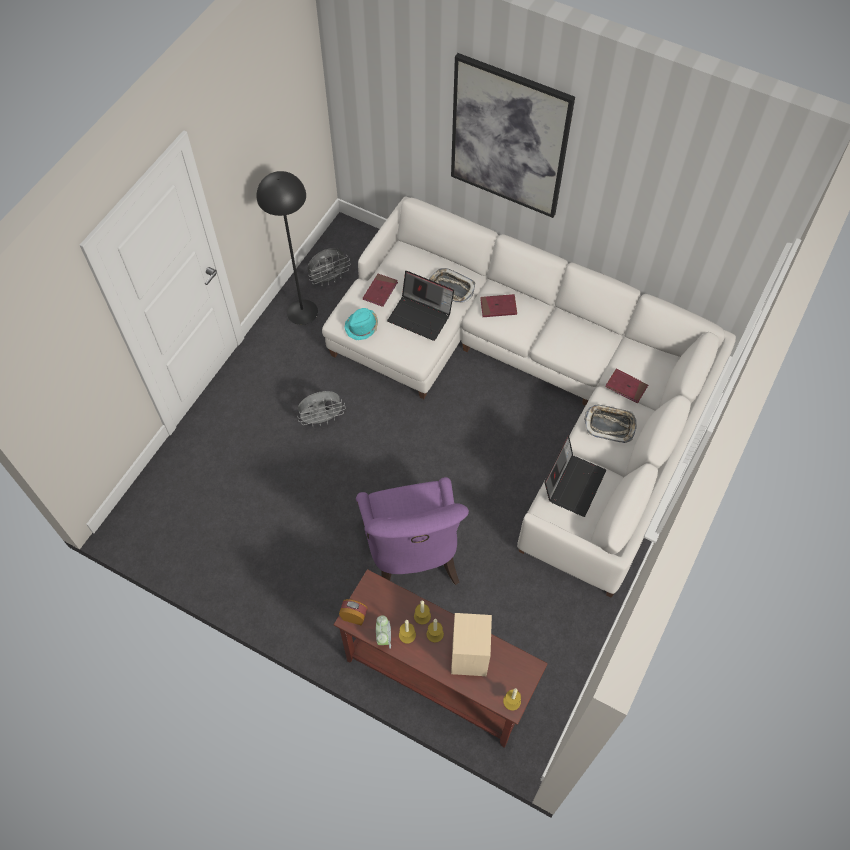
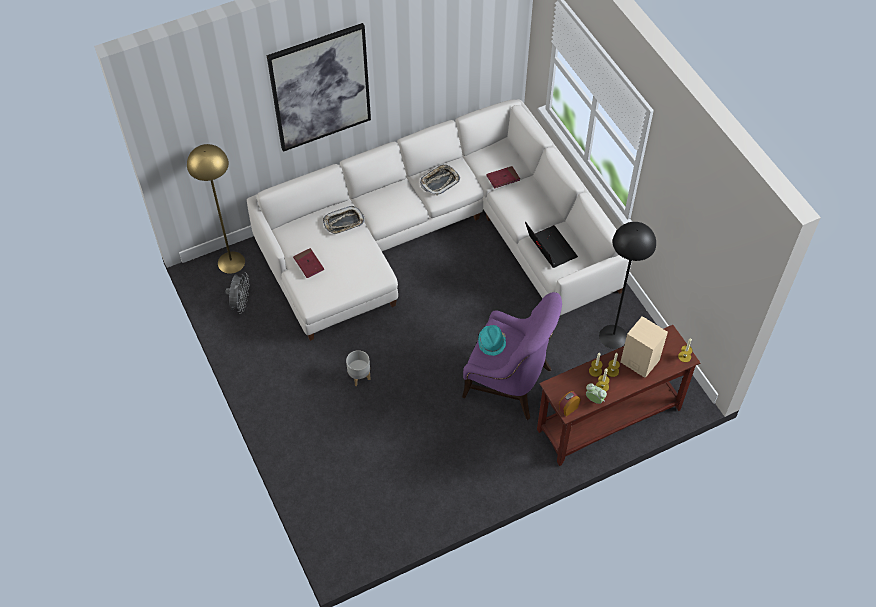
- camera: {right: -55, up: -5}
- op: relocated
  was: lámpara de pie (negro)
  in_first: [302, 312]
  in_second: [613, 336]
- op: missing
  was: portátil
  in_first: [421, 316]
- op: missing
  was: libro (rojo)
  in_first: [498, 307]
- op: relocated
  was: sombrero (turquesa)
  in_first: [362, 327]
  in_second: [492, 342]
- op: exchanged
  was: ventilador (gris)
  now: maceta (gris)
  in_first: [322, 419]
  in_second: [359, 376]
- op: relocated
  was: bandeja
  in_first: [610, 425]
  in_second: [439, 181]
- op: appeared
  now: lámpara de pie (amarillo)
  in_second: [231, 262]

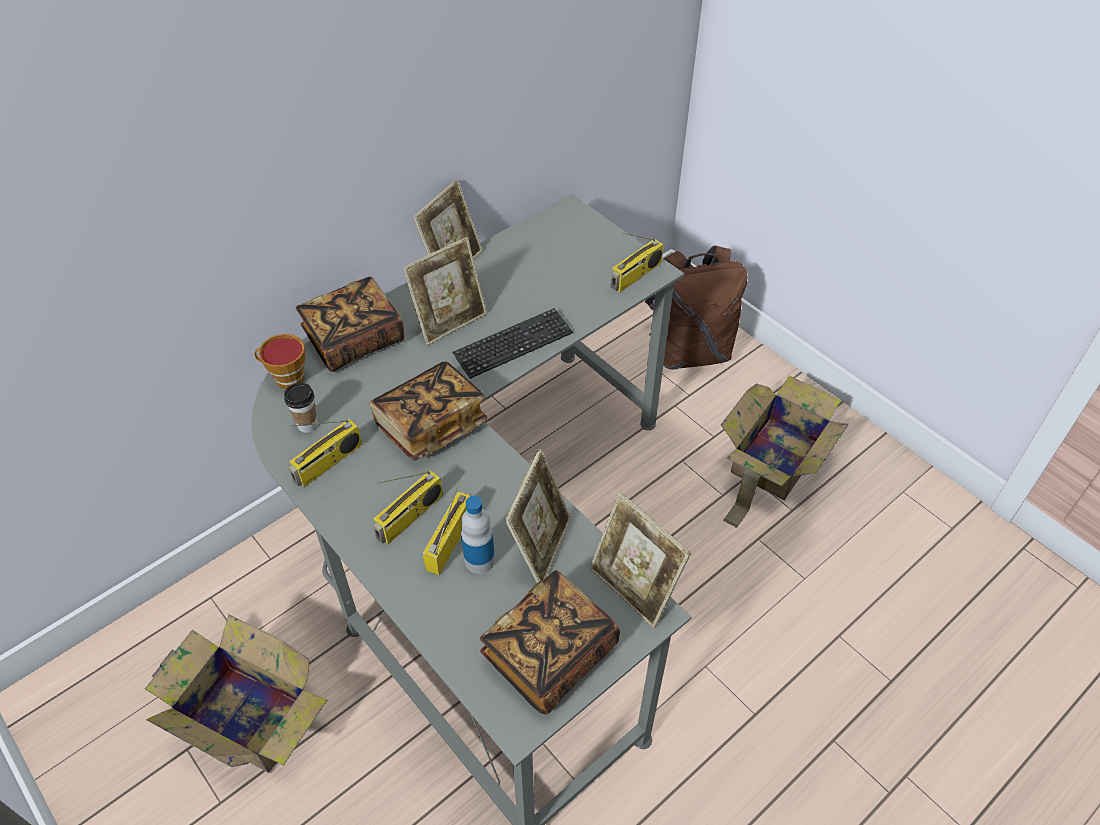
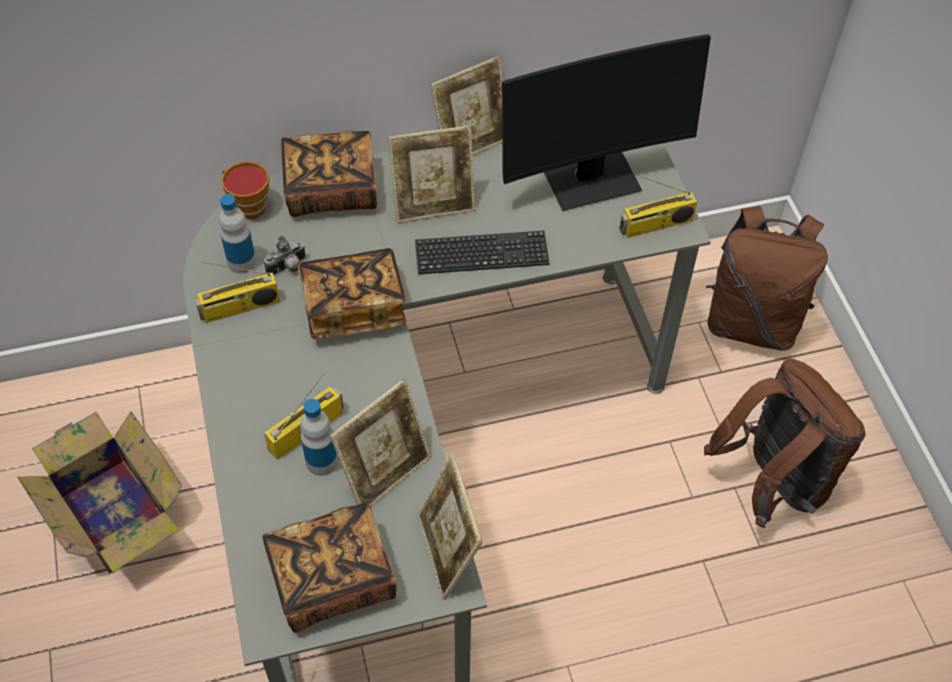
- camera: {right: 25, up: 5}
- op: exchanged
  was: caja de cartón
  now: mochila (marrón)
  in_first: [773, 461]
  in_second: [771, 483]
- op: exchanged
  was: taza
  now: botella
  in_first: [307, 425]
  in_second: [241, 262]
- op: missing
  was: radio
  in_first: [410, 517]
- op: appeared
  now: monitor
  in_second: [590, 178]
- op: appeared
  now: cámara
  in_second: [288, 268]

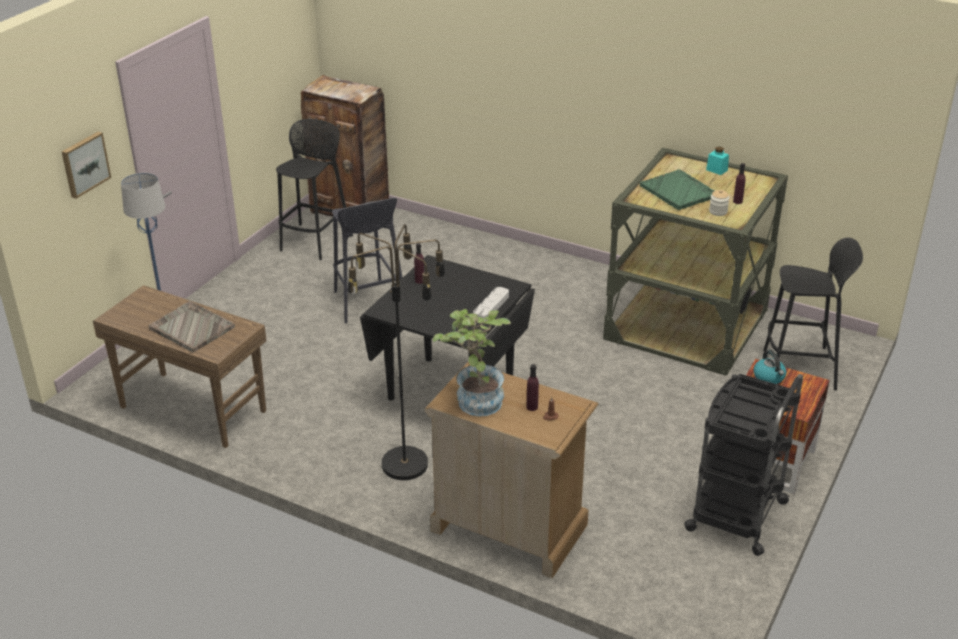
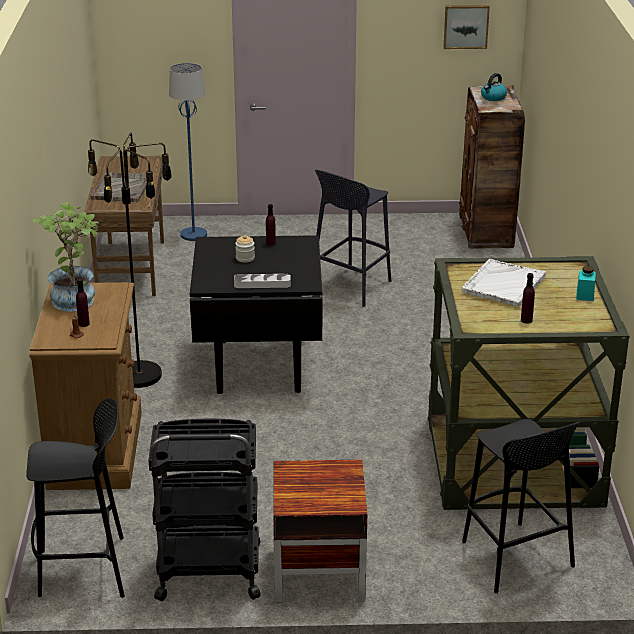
- camera: {right: 60, up: -5}
- op: relocated
  was: taburete (negro)
  in_first: [314, 241]
  in_second: [85, 570]
- op: relocated
  was: cuadro
  in_first: [84, 164]
  in_second: [466, 26]
- op: colour
  was: bandeja (verde)
  now: bandeja (blanco)
  in_first: [678, 191]
  in_second: [503, 284]
- op: relocated
  was: tarro
  in_first: [718, 211]
  in_second: [245, 258]
- op: relocated
  was: hervidor
  in_first: [769, 377]
  in_second: [493, 97]

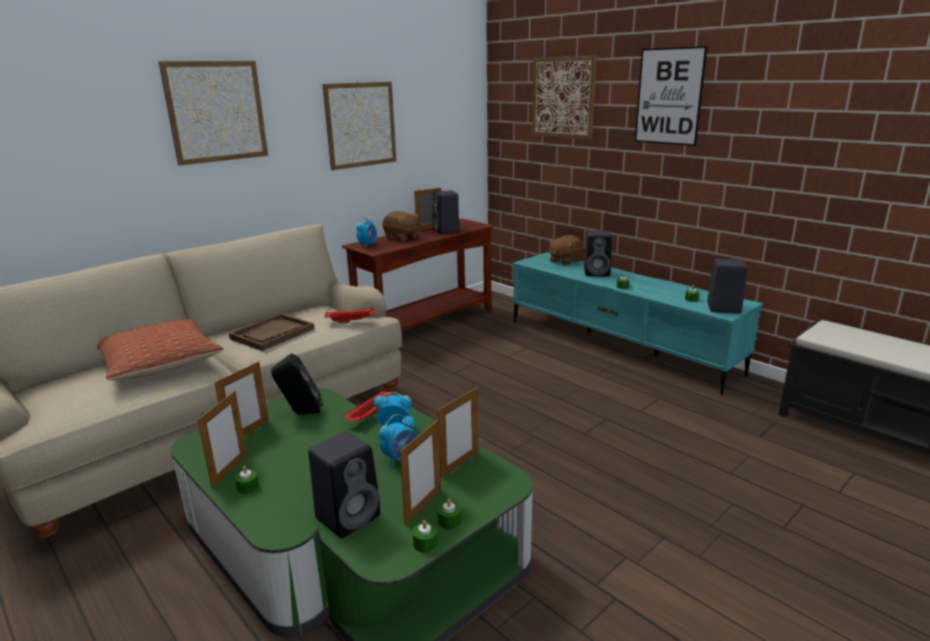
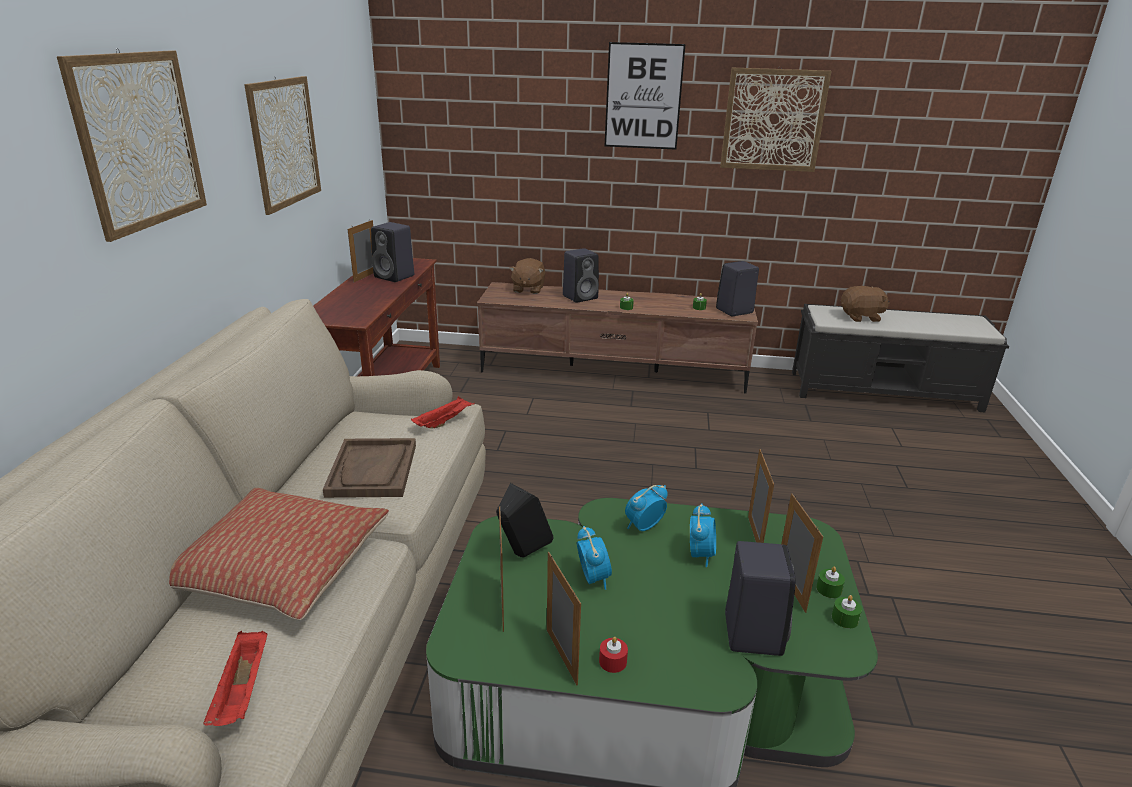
- camera: {right: -40, up: 5}
- op: relocated
  was: cuadro
  in_first: [563, 96]
  in_second: [773, 119]
- op: relocated
  was: peluche (marrón)
  in_first: [401, 238]
  in_second: [861, 317]
- op: relocated
  was: despertador
  in_first: [368, 245]
  in_second: [593, 578]
- op: colour
  was: mueble de televisión (turquesa)
  now: mueble de televisión (marrón)
  in_first: [620, 345]
  in_second: [613, 370]
- op: relocated
  was: bandeja (rojo)
  in_first: [370, 415]
  in_second: [243, 691]
- op: colour
  was: vela (verde)
  now: vela (rojo)
  in_first: [248, 487]
  in_second: [612, 661]

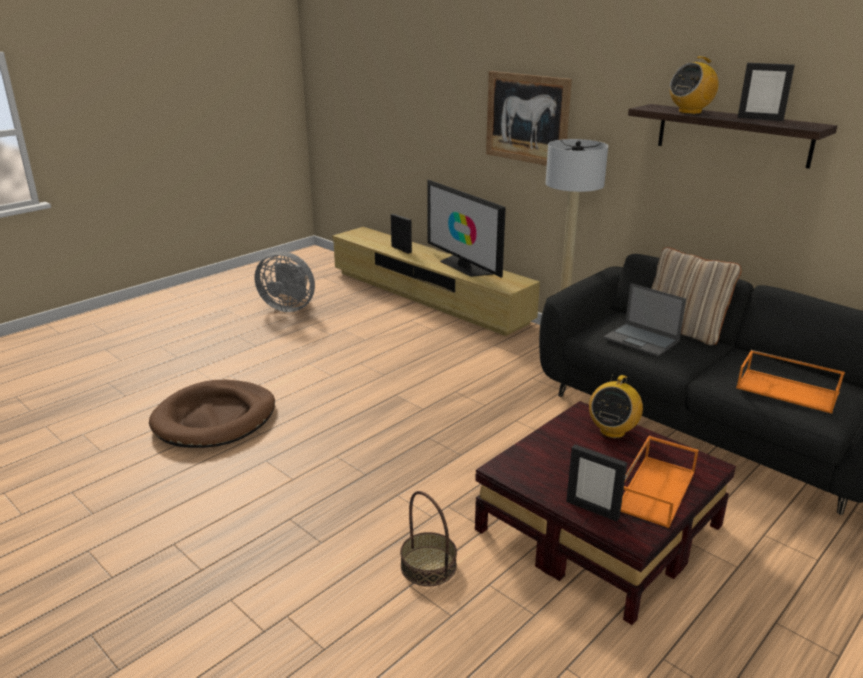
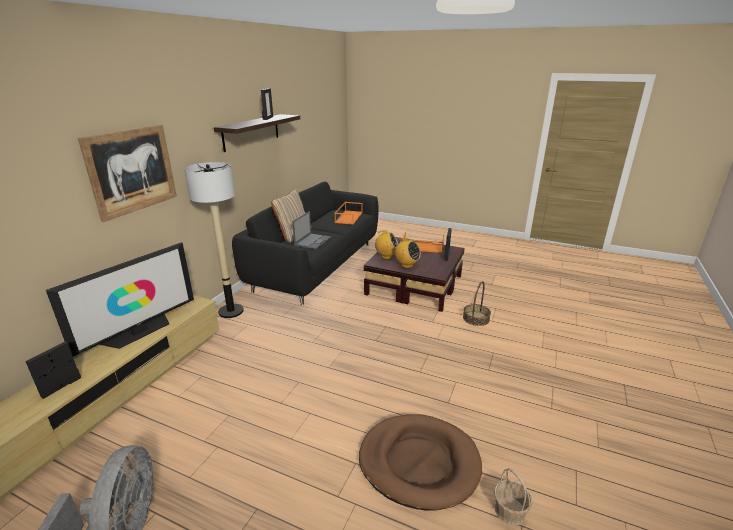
- camera: {right: -110, up: 0}
- op: relocated
  was: radio
  in_first: [690, 112]
  in_second: [406, 265]
- op: appeared
  now: cesta
  in_second: [509, 511]

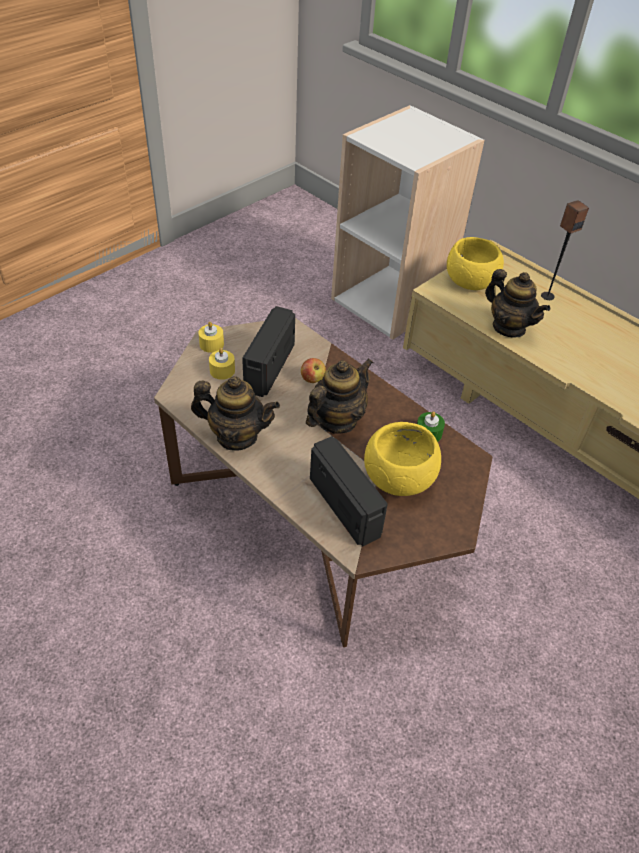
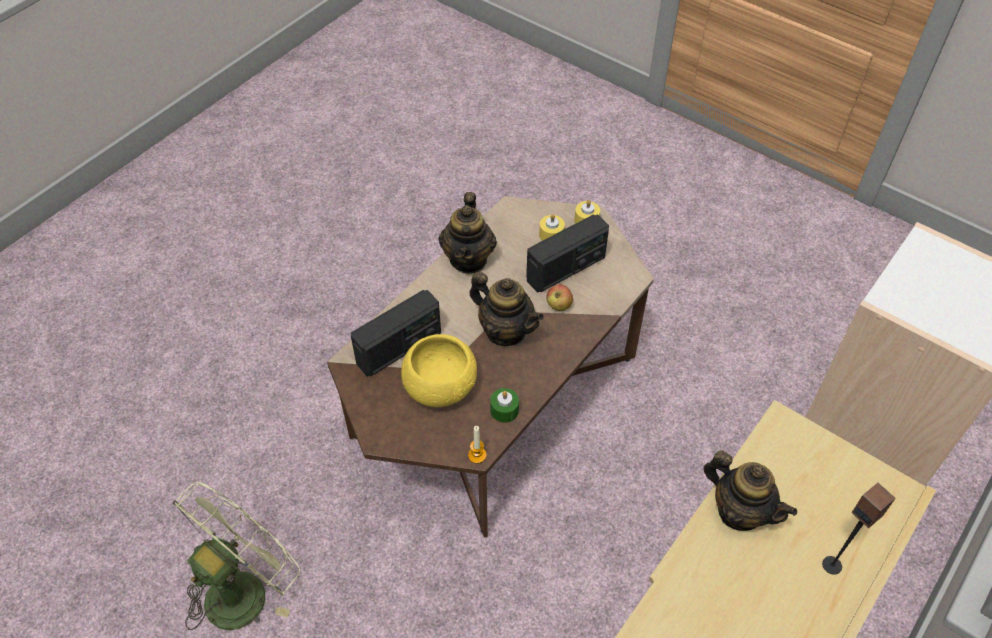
- camera: {right: 85, up: 5}
- op: missing
  was: cuenco (amarillo)
  in_first: [470, 281]
- op: spun
  was: tetera
  in_first: [508, 327]
  in_second: [739, 511]
  clockwise: -90
- op: spun
  was: radio
  in_first: [269, 367]
  in_second: [566, 269]
  clockwise: 135
- op: appeared
  now: vela
  in_second: [477, 455]
- op: appeared
  now: ventilador (verde)
  in_second: [244, 587]

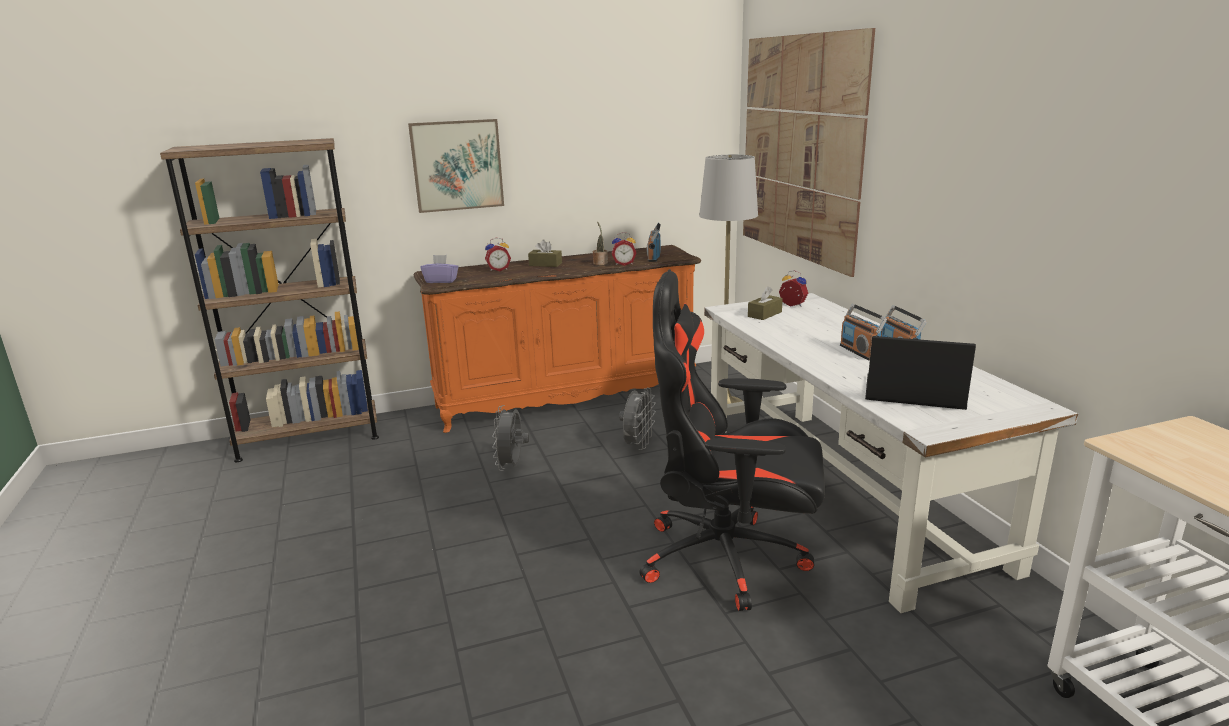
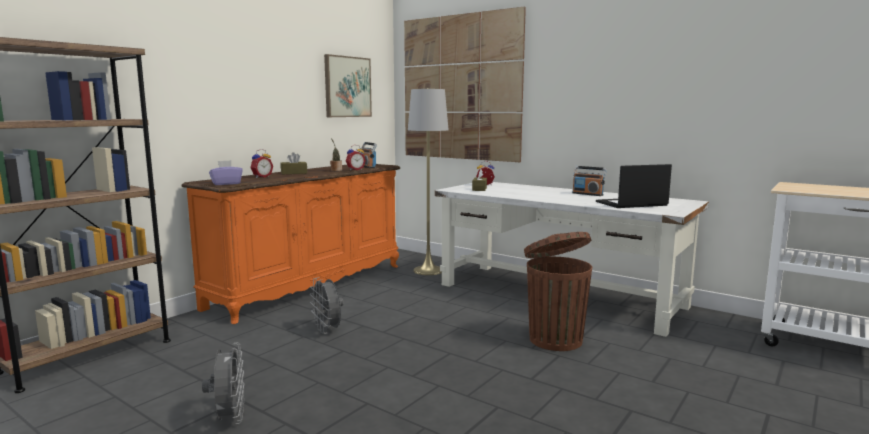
- camera: {right: -35, up: -10}
- op: relocated
  was: cuadro
  in_first: [457, 165]
  in_second: [347, 87]
- op: exchanged
  was: silla de oficina (negro)
  now: papelera (marrón)
  in_first: [735, 561]
  in_second: [554, 339]
- op: missing
  was: radio
  in_first: [859, 352]
- op: relocated
  was: ventilador (gris)
  in_first: [637, 445]
  in_second: [229, 419]

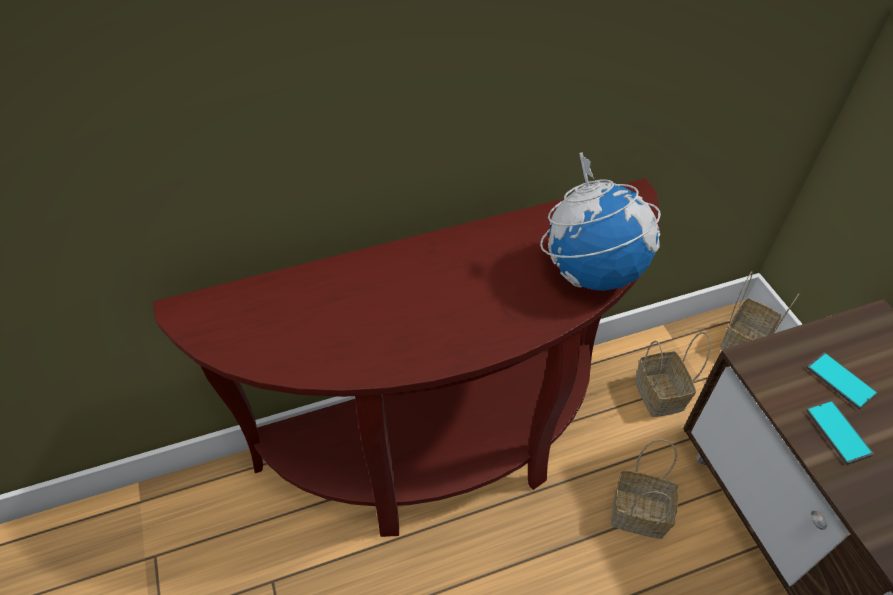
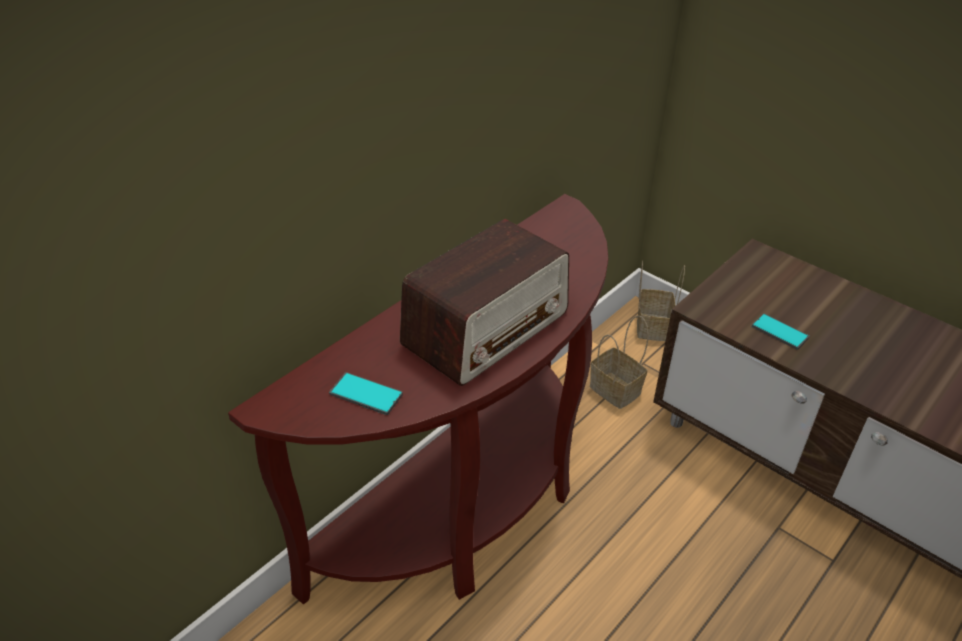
- camera: {right: -30, up: -10}
- op: missing
  was: globo terráqueo
  in_first: [593, 271]
- op: relocated
  was: móvil
  in_first: [840, 381]
  in_second: [366, 394]
- op: missing
  was: cesta
  in_first: [640, 513]
- op: appeared
  now: radio
  in_second: [486, 328]

